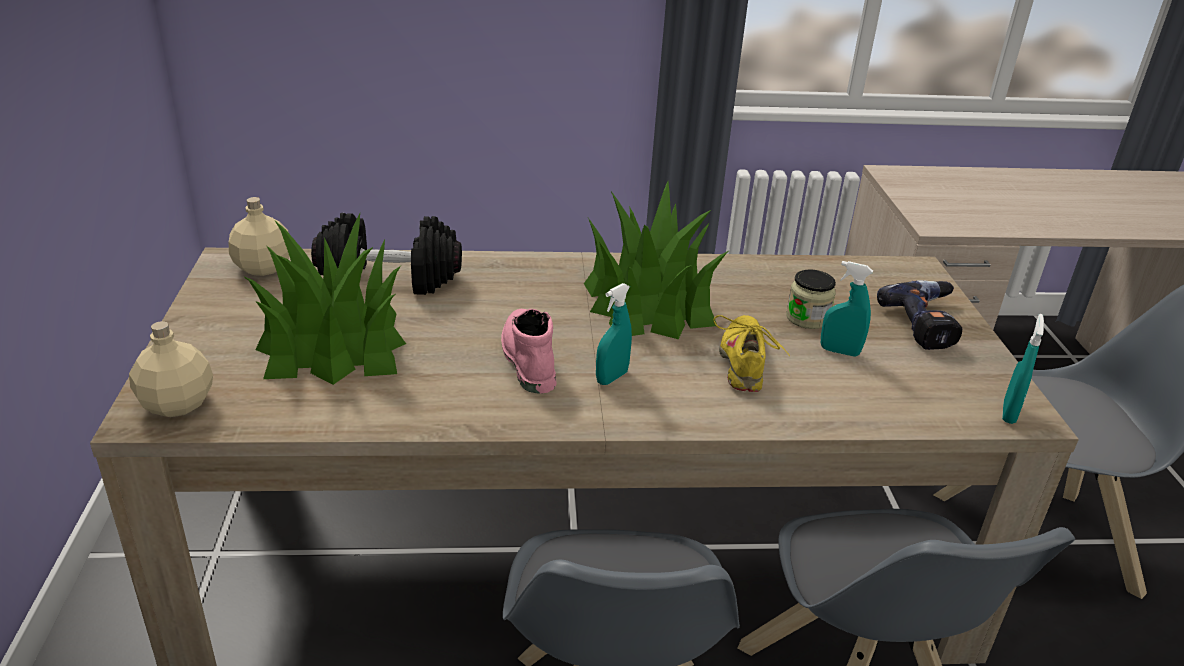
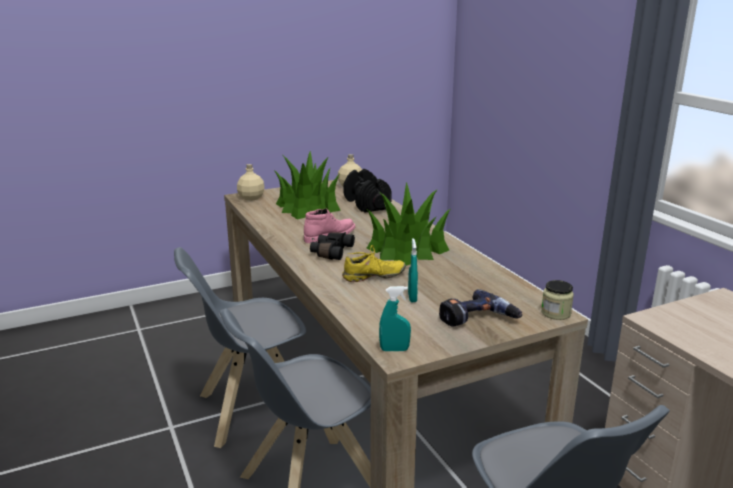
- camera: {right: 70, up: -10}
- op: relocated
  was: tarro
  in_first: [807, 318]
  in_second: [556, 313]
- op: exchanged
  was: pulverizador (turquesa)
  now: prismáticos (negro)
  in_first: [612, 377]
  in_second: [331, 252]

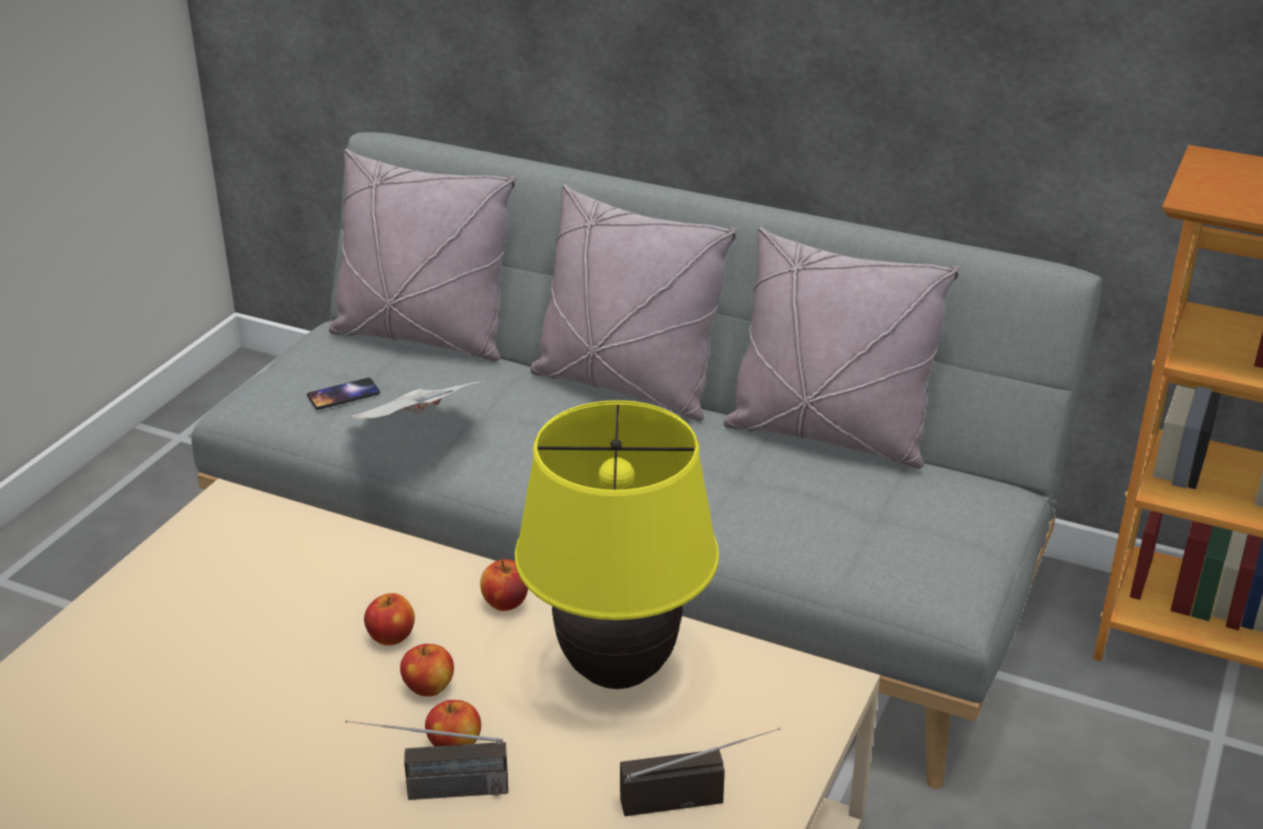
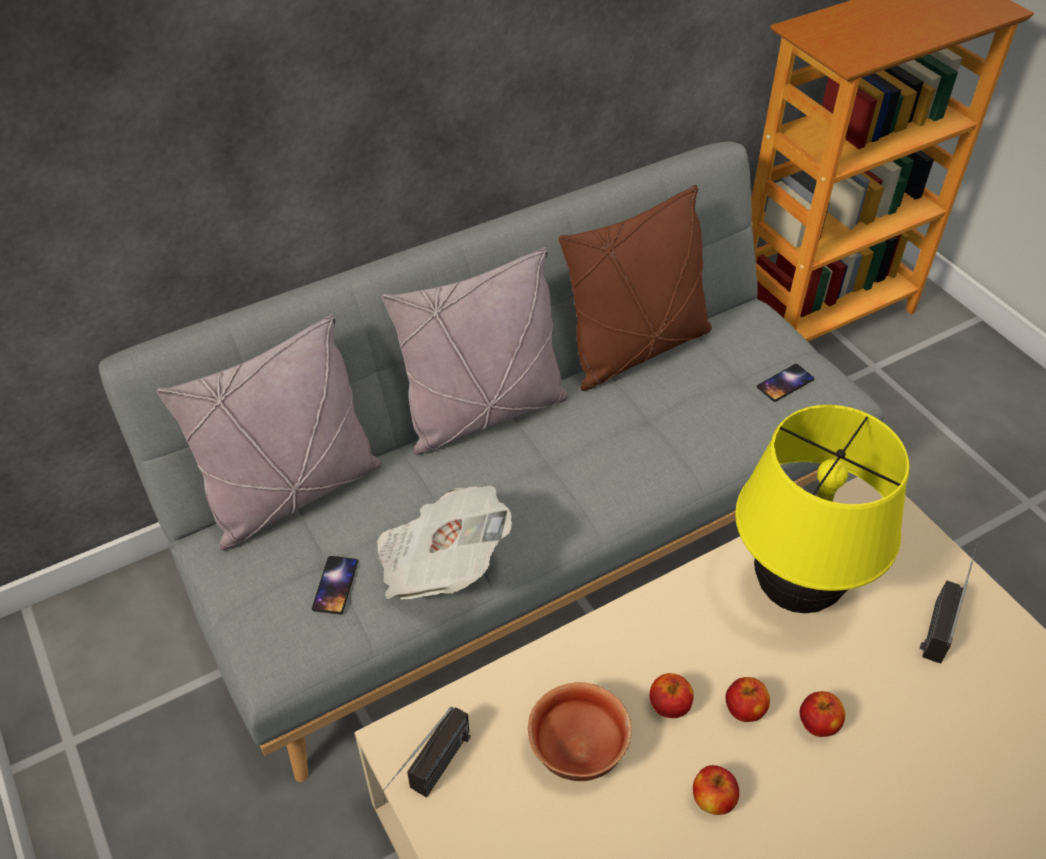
- camera: {right: -55, up: 15}
- op: colour
  was: cojín (morado)
  now: cojín (marrón)
  in_first: [828, 436]
  in_second: [636, 349]
- op: relocated
  was: manzana
  in_first: [505, 603]
  in_second: [713, 800]
- op: relocated
  was: radio
  in_first: [431, 791]
  in_second: [430, 779]
- op: appeared
  now: móvil
  in_second: [785, 383]
- op: appeared
  now: cuenco
  in_second: [578, 751]

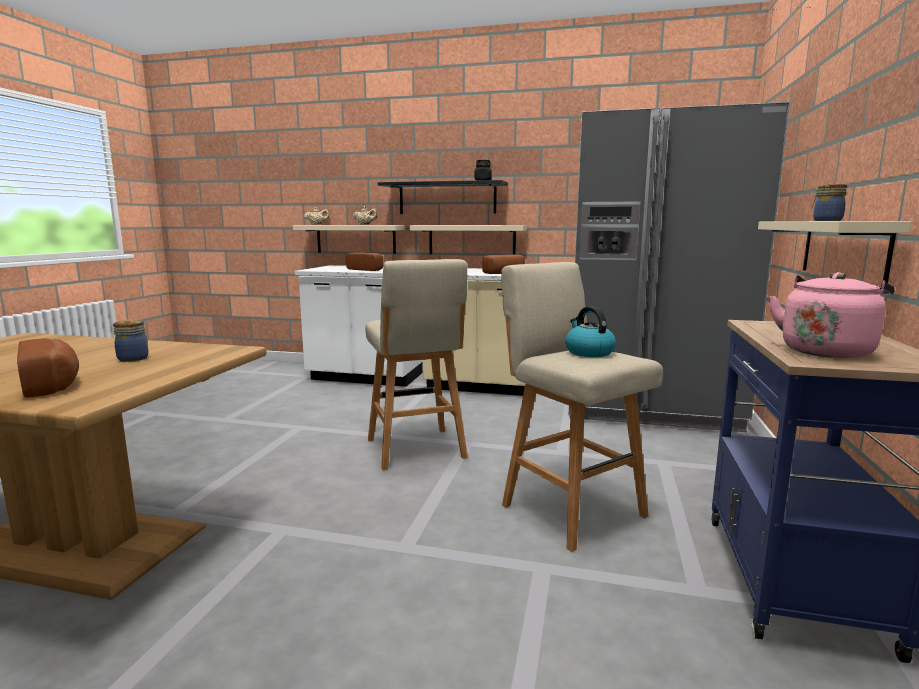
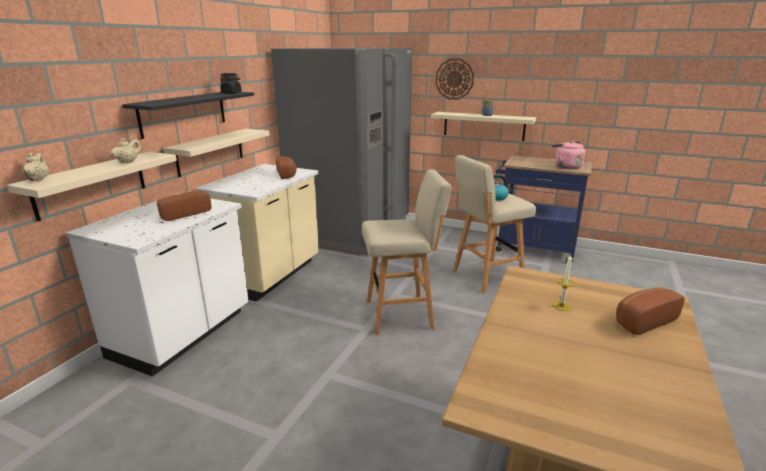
- camera: {right: -80, up: 10}
- op: exchanged
  was: tarro
  now: vela
  in_first: [134, 358]
  in_second: [561, 306]
- op: appeared
  now: reloj de pared
  in_second: [454, 79]

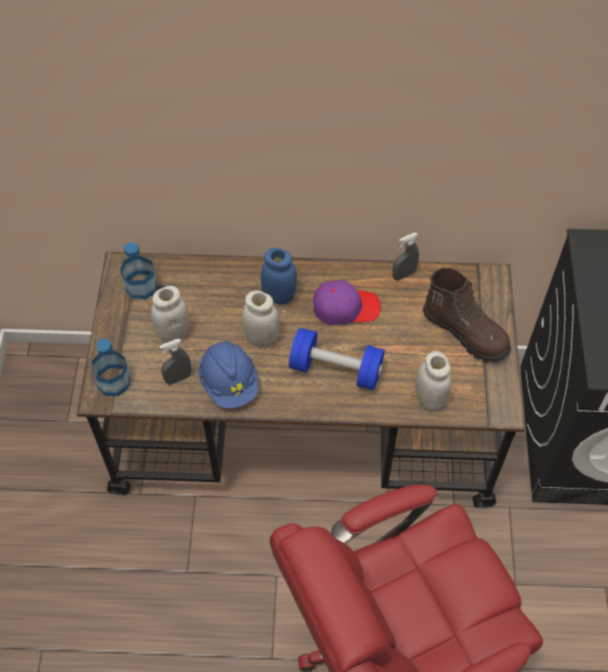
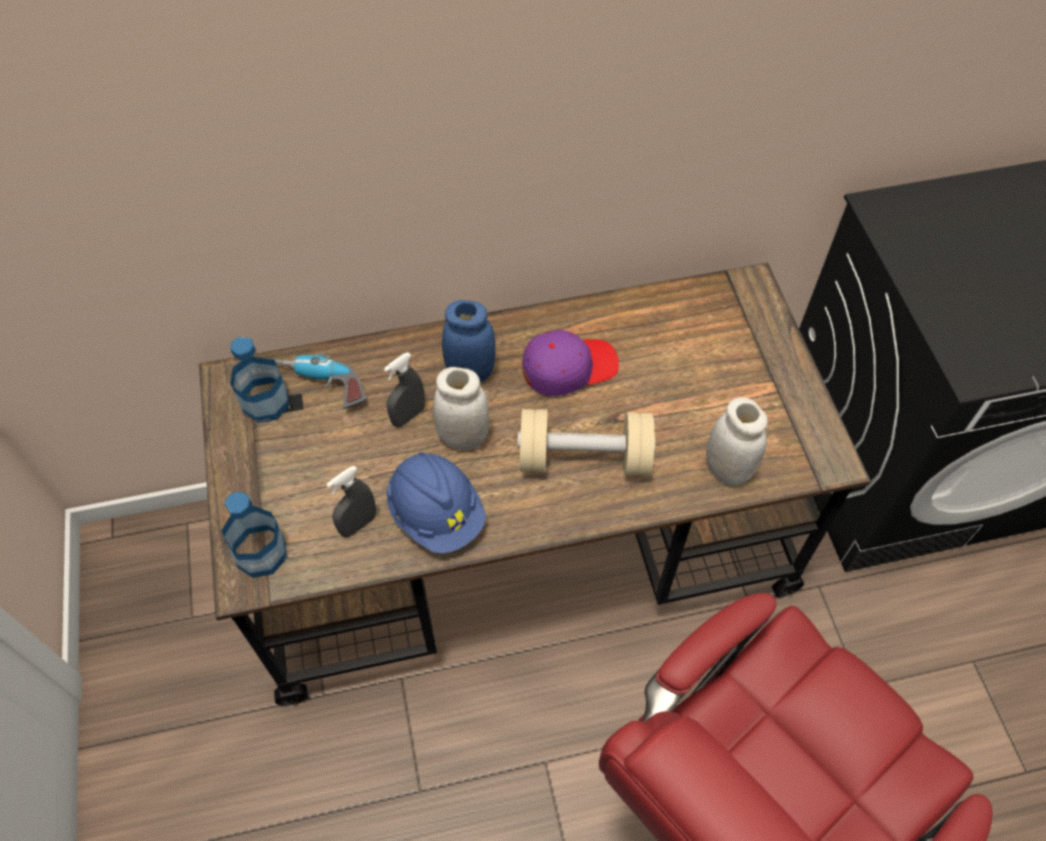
- camera: {right: -15, up: 0}
- op: relocated
  was: pulverizador (gris)
  in_first: [403, 275]
  in_second: [408, 416]
- op: missing
  was: bota (marrón)
  in_first: [466, 332]
- op: missing
  was: tarro (blanco)
  in_first: [173, 333]
- op: colour
  was: mancuerna (azul)
  now: mancuerna (beis)
  in_first: [336, 369]
  in_second: [584, 458]
- op: appeared
  now: taladro
  in_second: [322, 386]

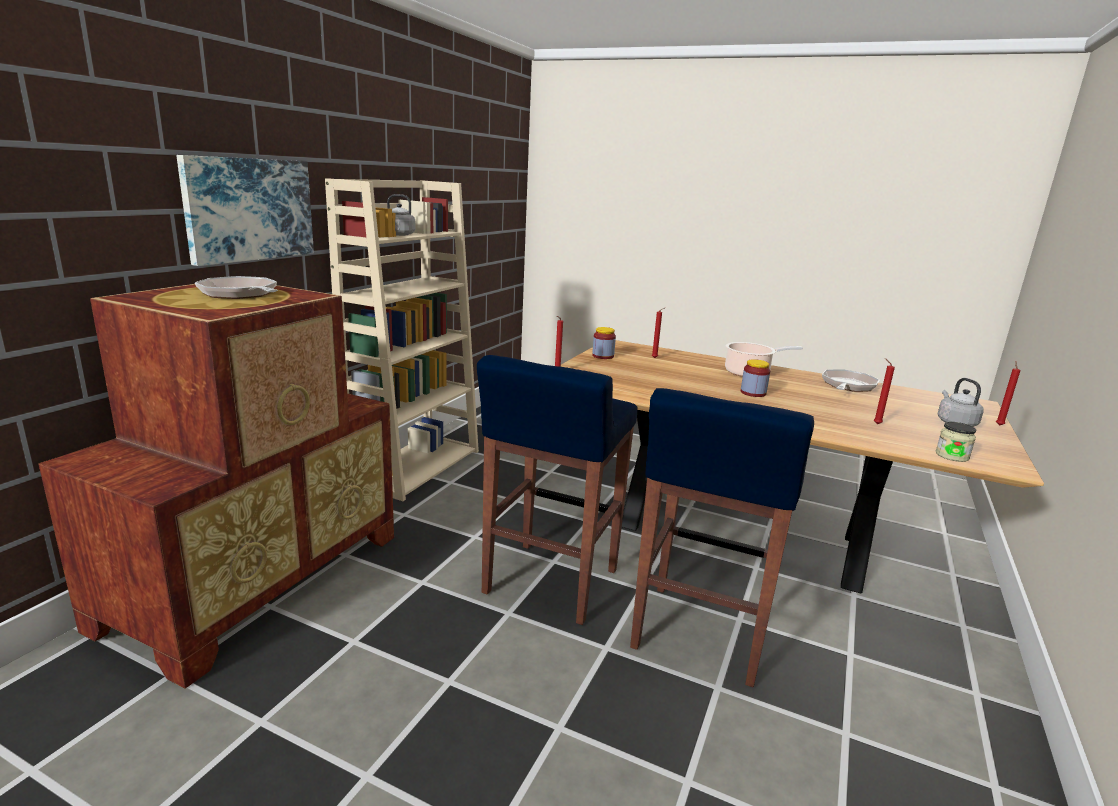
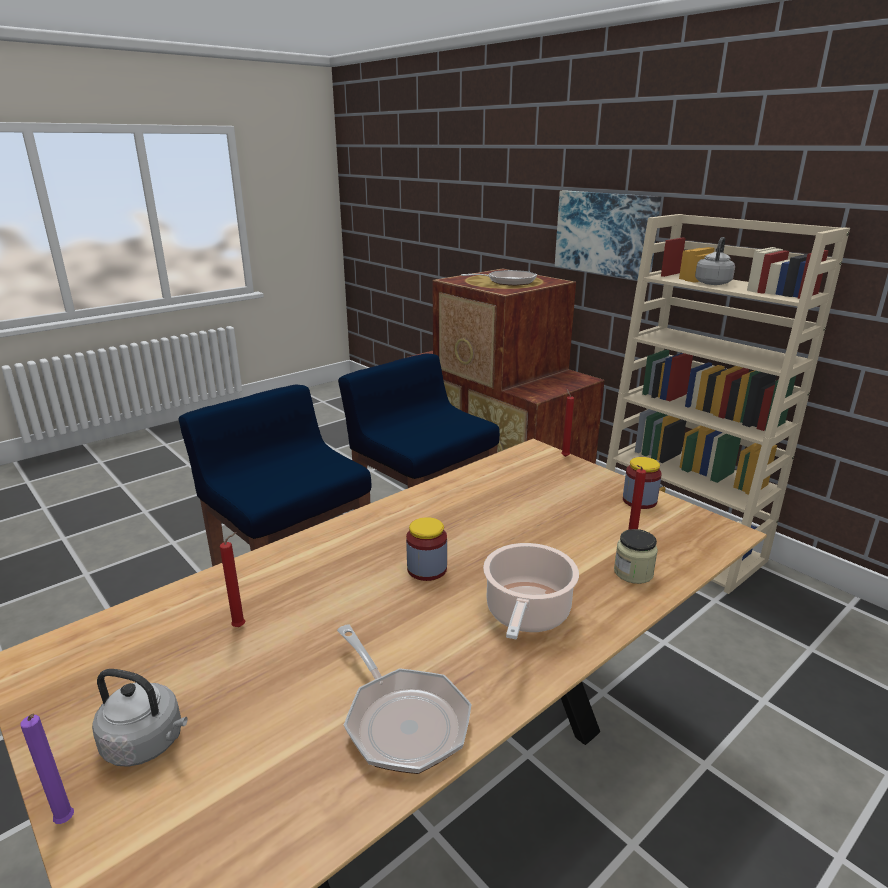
- camera: {right: 115, up: 5}
- op: colour
  was: vela (rojo)
  now: vela (morado)
  in_first: [999, 425]
  in_second: [66, 823]
- op: relocated
  was: tarro
  in_first: [952, 456]
  in_second: [633, 572]

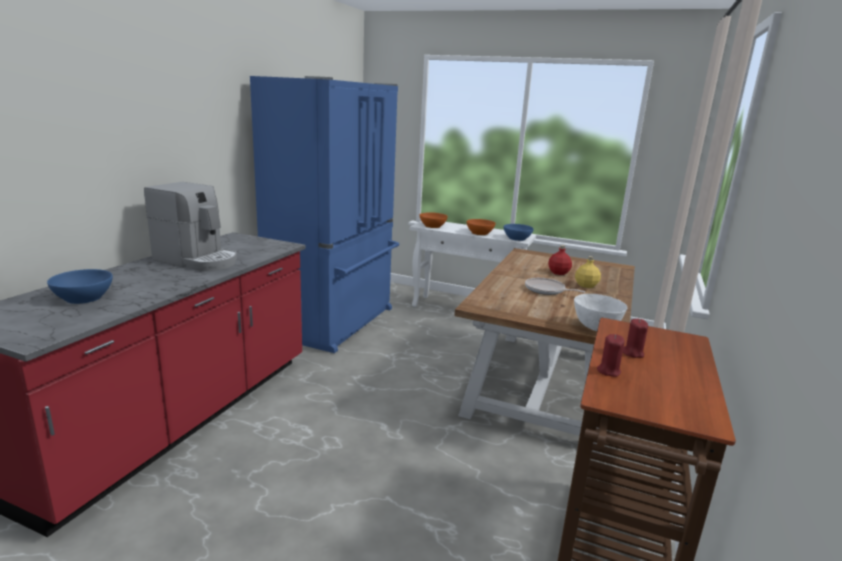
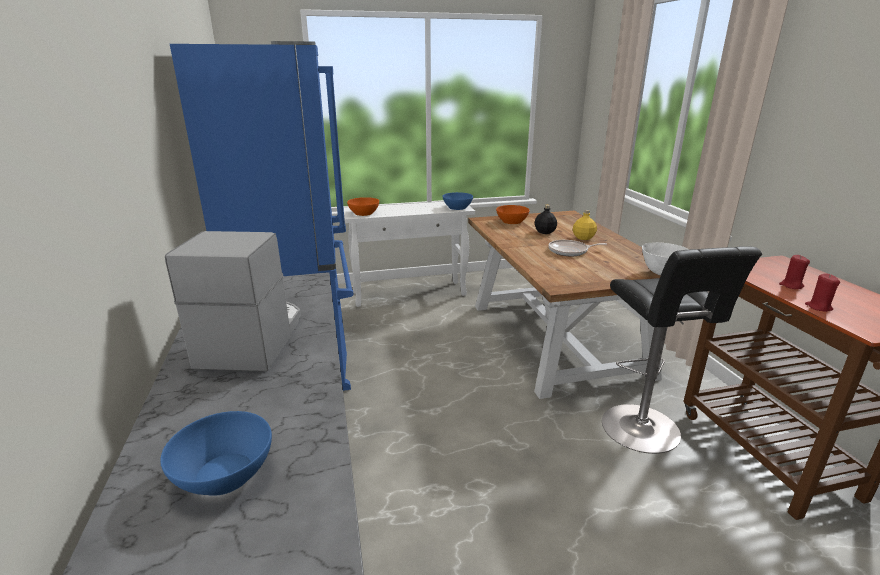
- camera: {right: -35, up: 5}
- op: spun
  was: cafetera
  in_first: [198, 260]
  in_second: [253, 340]
  clockwise: -75
- op: relocated
  was: cuenco (naranja)
  in_first: [480, 233]
  in_second: [512, 221]
- op: colour
  was: botella (rojo)
  now: botella (negro)
  in_first: [558, 273]
  in_second: [545, 232]
- op: appeared
  now: taburete (negro)
  in_second: [643, 431]

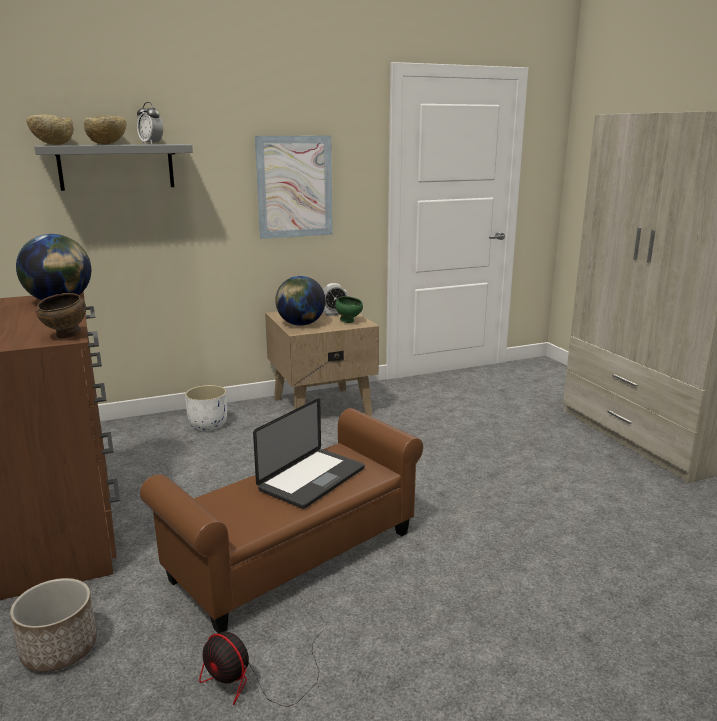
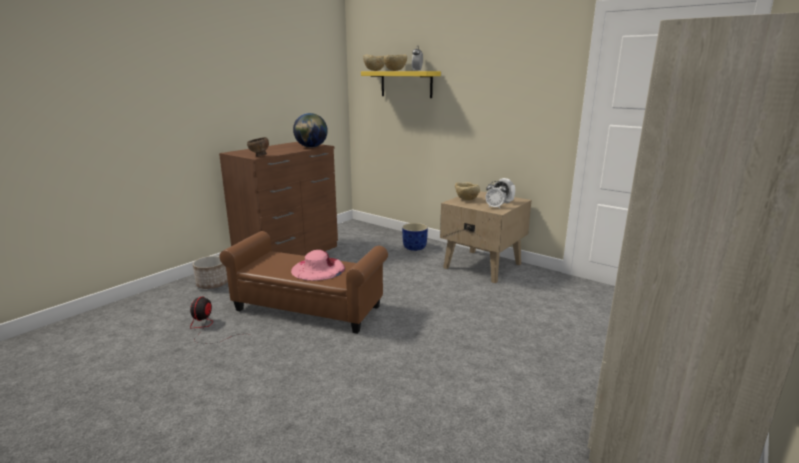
- camera: {right: 60, up: 0}
- op: missing
  was: cuadro
  in_first: [294, 187]
- op: colour
  was: estante (gris)
  now: estante (amarillo)
  in_first: [116, 166]
  in_second: [406, 84]
- op: exchanged
  was: globo terráqueo
  now: cuenco (beis)
  in_first: [300, 324]
  in_second: [466, 200]
- op: exchanged
  was: cuenco (verde)
  now: despertador
  in_first: [349, 321]
  in_second: [495, 207]
- op: colour
  was: maceta (blanco)
  now: maceta (azul)
  in_first: [208, 425]
  in_second: [414, 247]
- op: exchanged
  was: portátil
  now: sombrero (rosa)
  in_first: [312, 479]
  in_second: [318, 269]

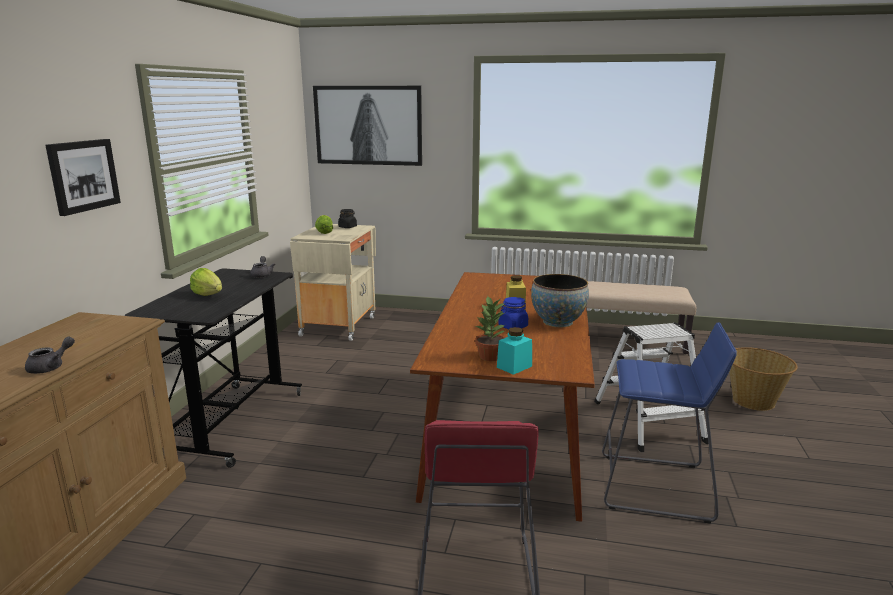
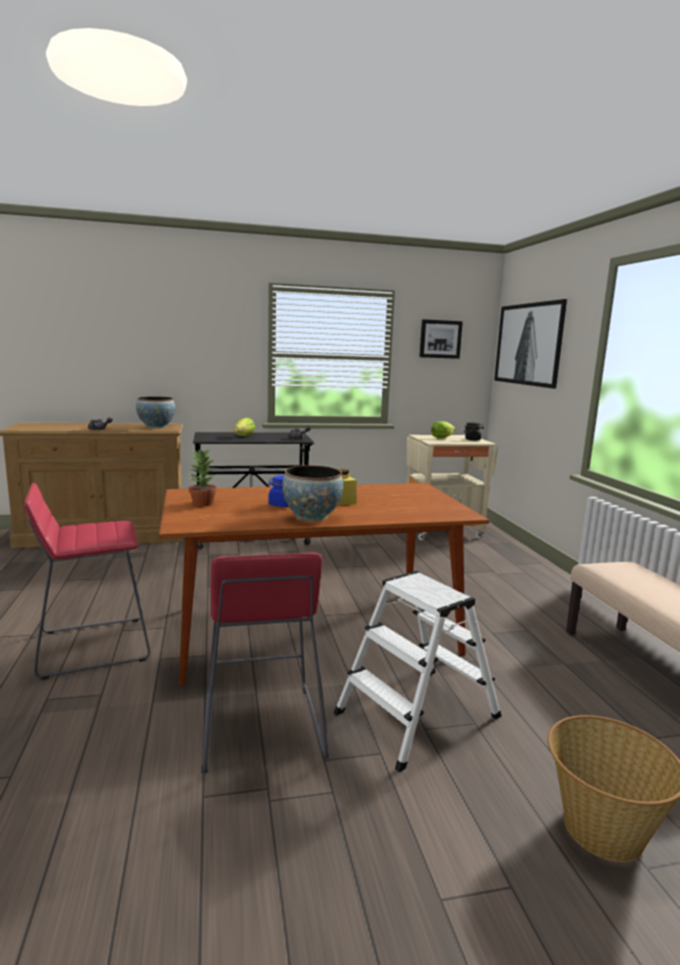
- camera: {right: 65, up: -5}
- op: relocated
  was: cuadro
  in_first: [83, 175]
  in_second: [440, 339]
- op: colour
  was: taburete (azul)
  now: taburete (rojo)
  in_first: [655, 487]
  in_second: [261, 727]
- op: missing
  was: tarro (turquesa)
  in_first: [514, 367]
- op: appeared
  now: cuenco
  in_second: [156, 426]

